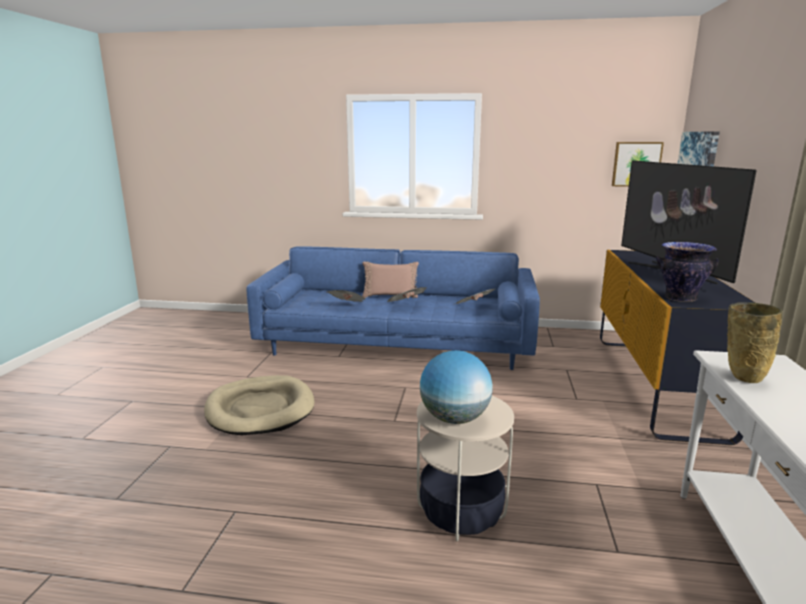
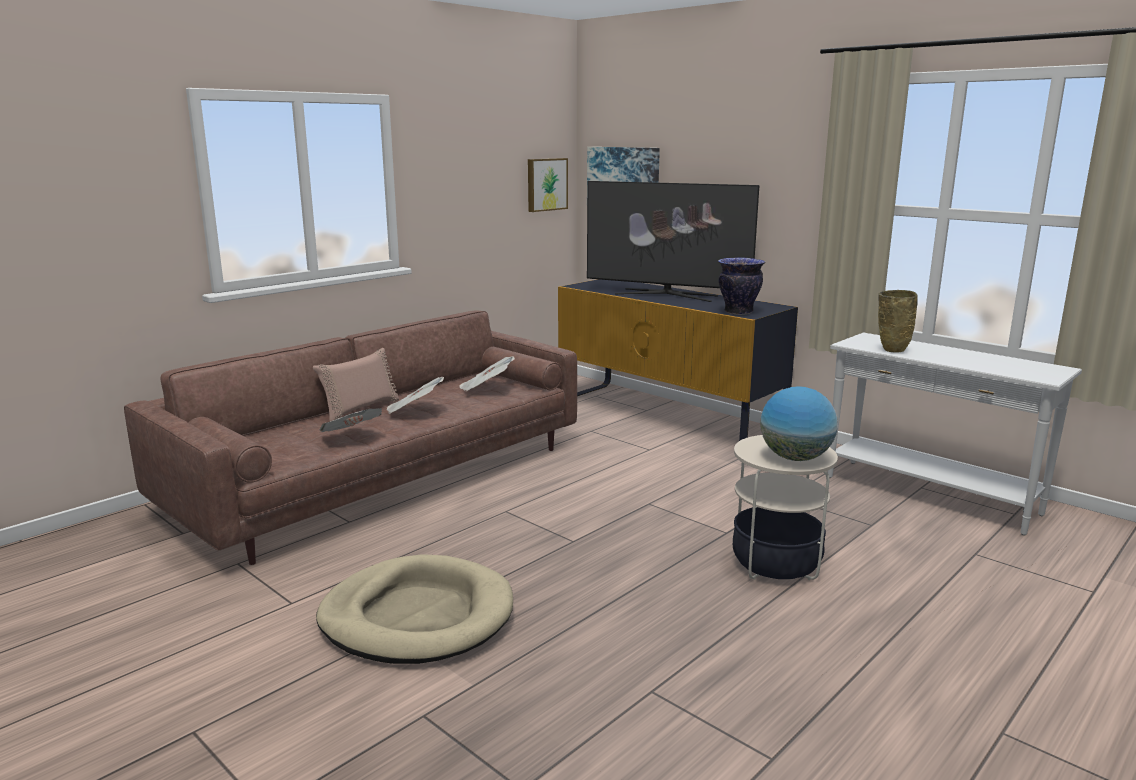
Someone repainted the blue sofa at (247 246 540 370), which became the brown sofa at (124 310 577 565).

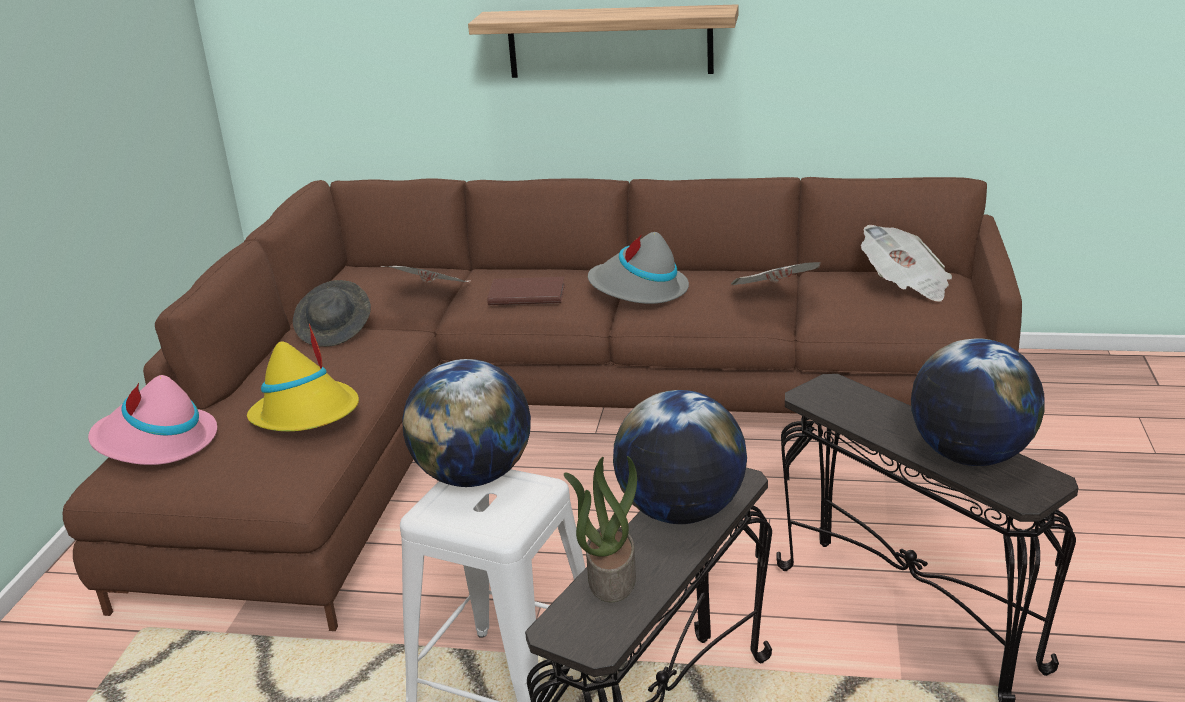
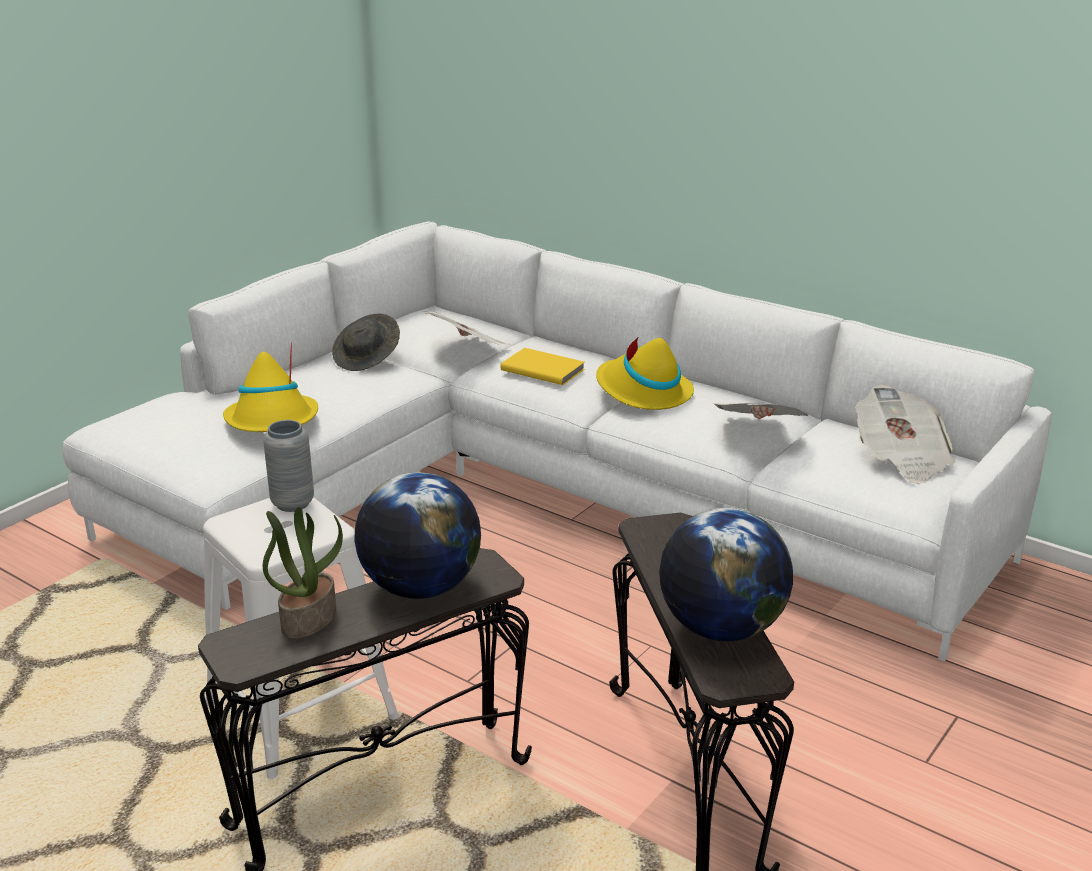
Someone repainted the brown sofa at (63 177 1022 631), which became the white sofa at (62 222 1052 662).
Someone took away the pink hat at (88 375 217 465).
Someone swapped the globe at (402 359 531 487) for the grey vase at (263 420 314 512).
Someone took away the shelf at (468 4 739 78).
Someone repainted the brown book at (487 277 565 305), which became the yellow book at (501 348 585 385).
Someone repainted the grey hat at (588 232 689 304), which became the yellow hat at (596 336 694 410).

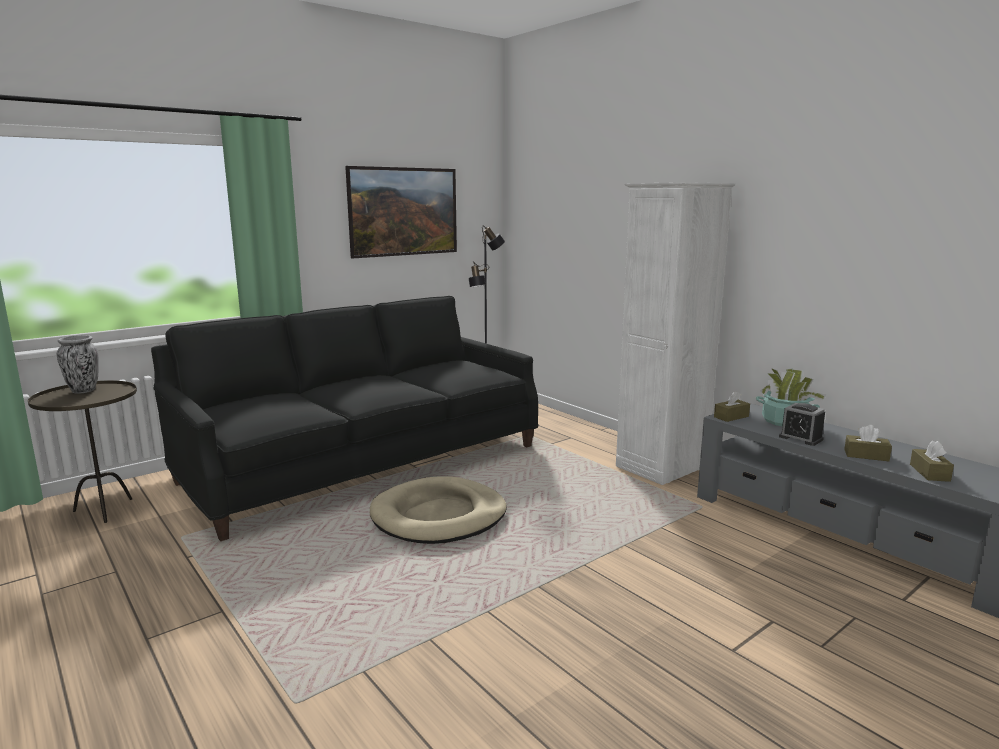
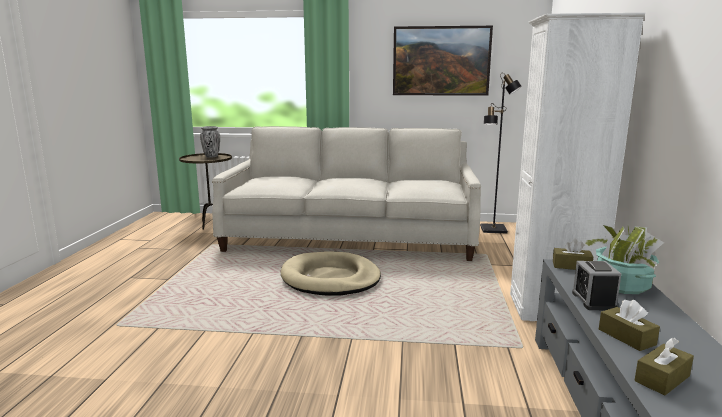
Someone repainted the black sofa at (151 296 539 541), which became the white sofa at (212 126 481 261).

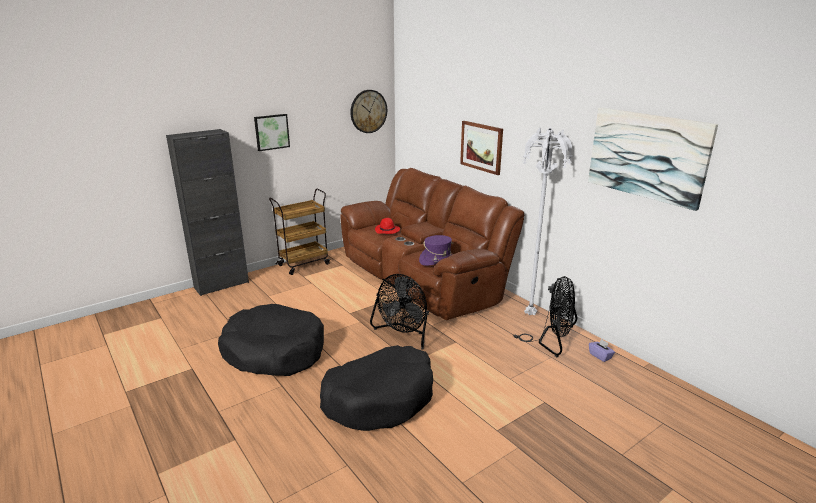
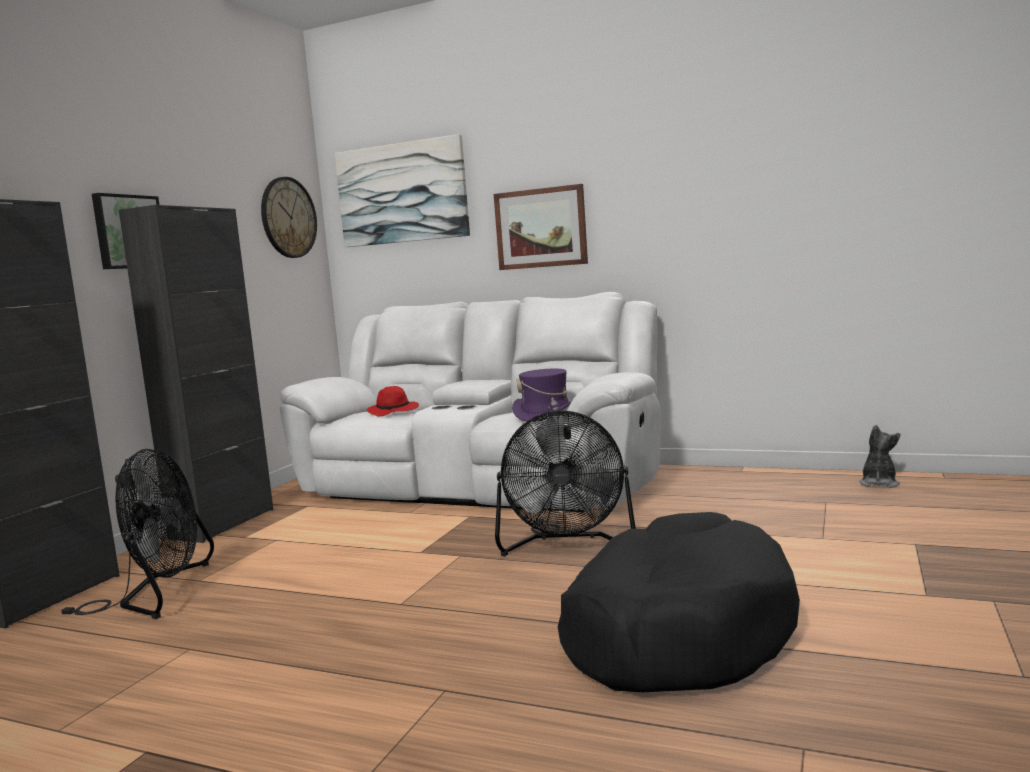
Someone took away the black dog bed at (218 304 324 376).
Someone swapped the brown cart at (269 189 332 275) for the black cabinet at (119 205 273 543).
Someone repainted the brown sofa at (340 168 524 320), which became the white sofa at (280 292 661 512).
Someone carried the black fan from (513 276 577 357) to (61 449 214 619).
Someone took away the white floor lamp at (522 127 573 315).
Someone carried the picture from (588 108 718 211) to (335 134 470 247).
Someone swapped the purple tissue box at (589 339 615 362) for the plush toy at (859 425 901 488).

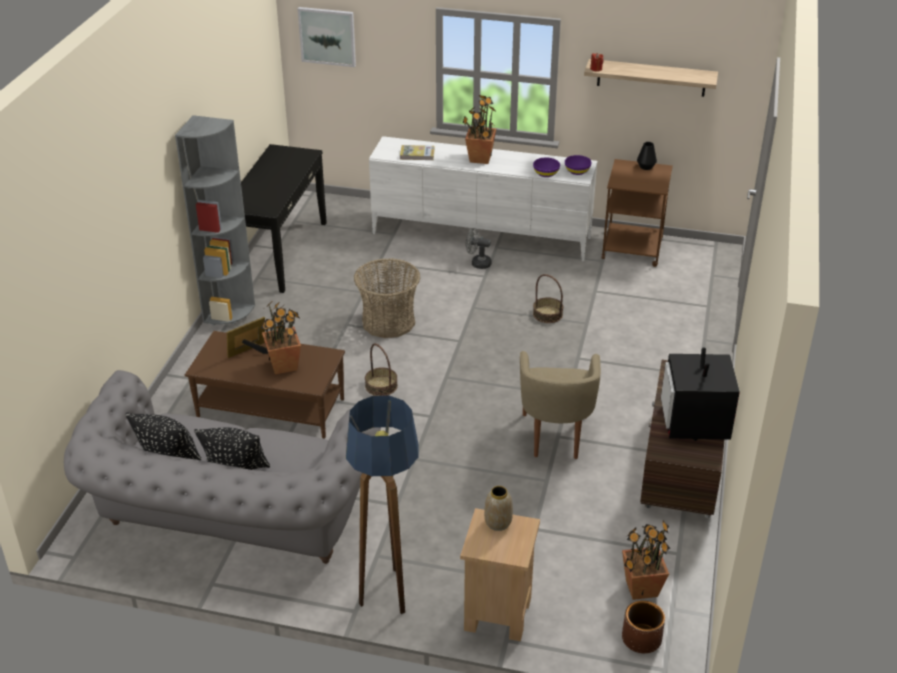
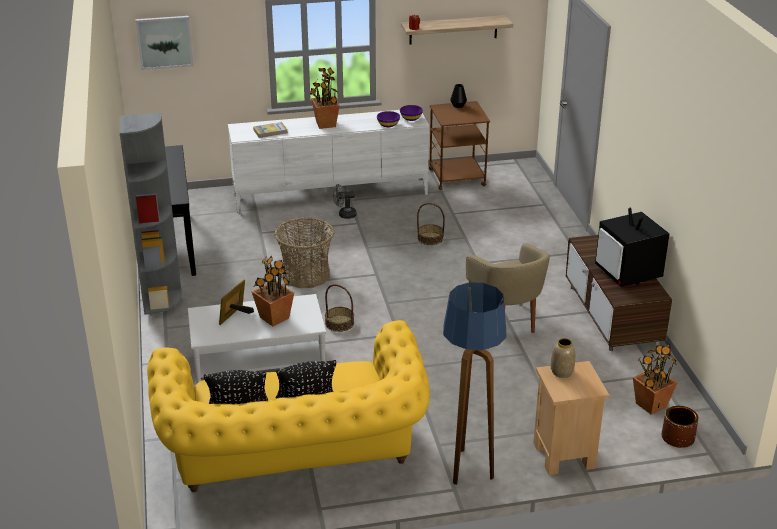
Someone repainted the grey sofa at (64 370 381 564), which became the yellow sofa at (147 320 430 492).
Someone repainted the brown coffee table at (185 331 345 439), which became the white coffee table at (188 294 326 383).

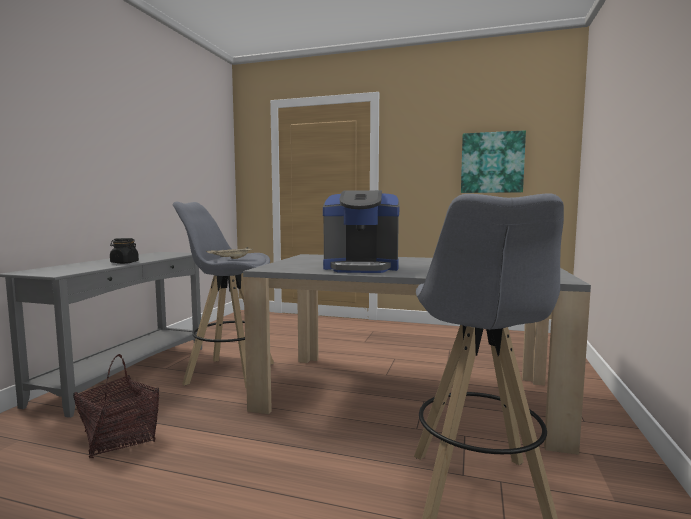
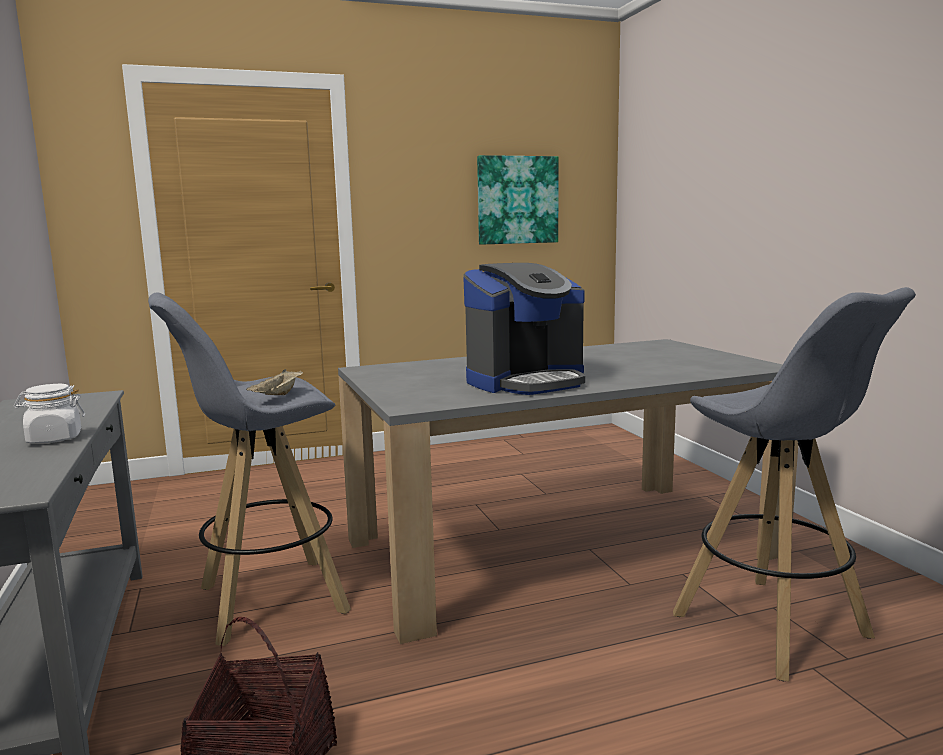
Someone repainted the black jar at (110 238 139 264), which became the white jar at (14 384 85 443).

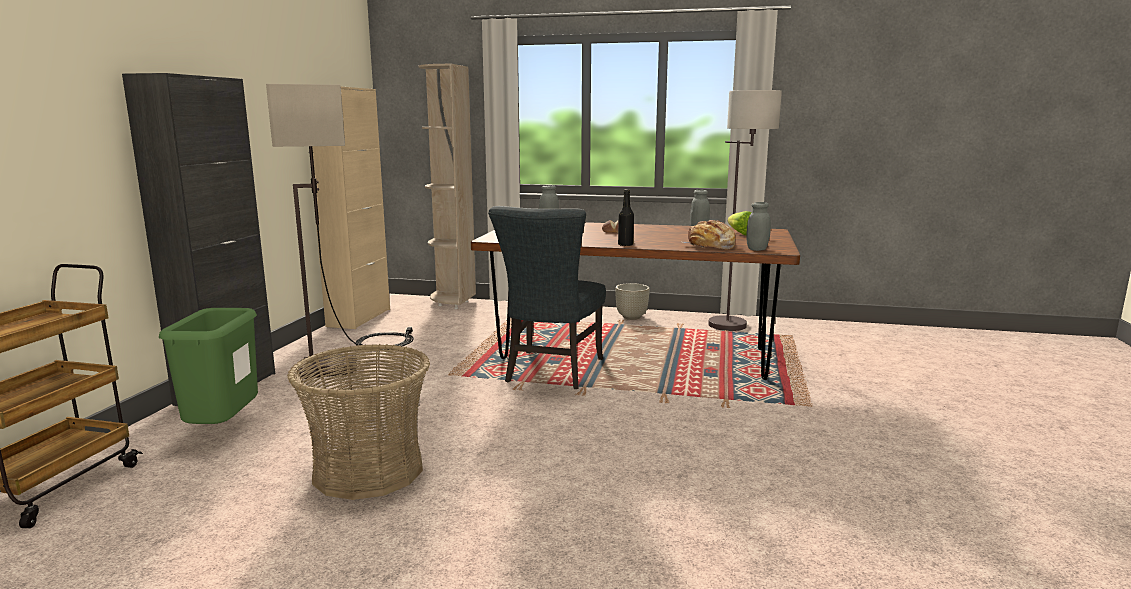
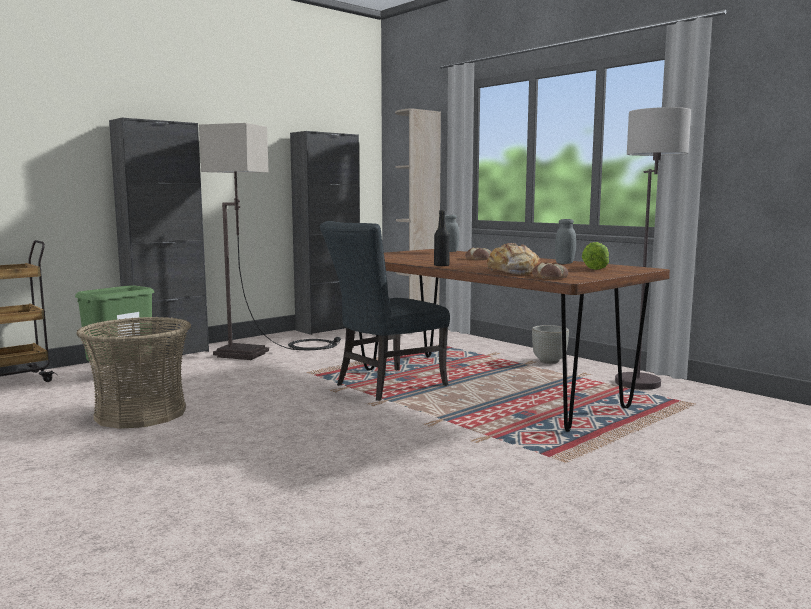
Someone repainted the beige cabinet at (312 87 390 329), which became the black cabinet at (290 131 360 335).
Someone swapped the grey jar at (747 202 771 251) for the bread at (532 263 568 279).

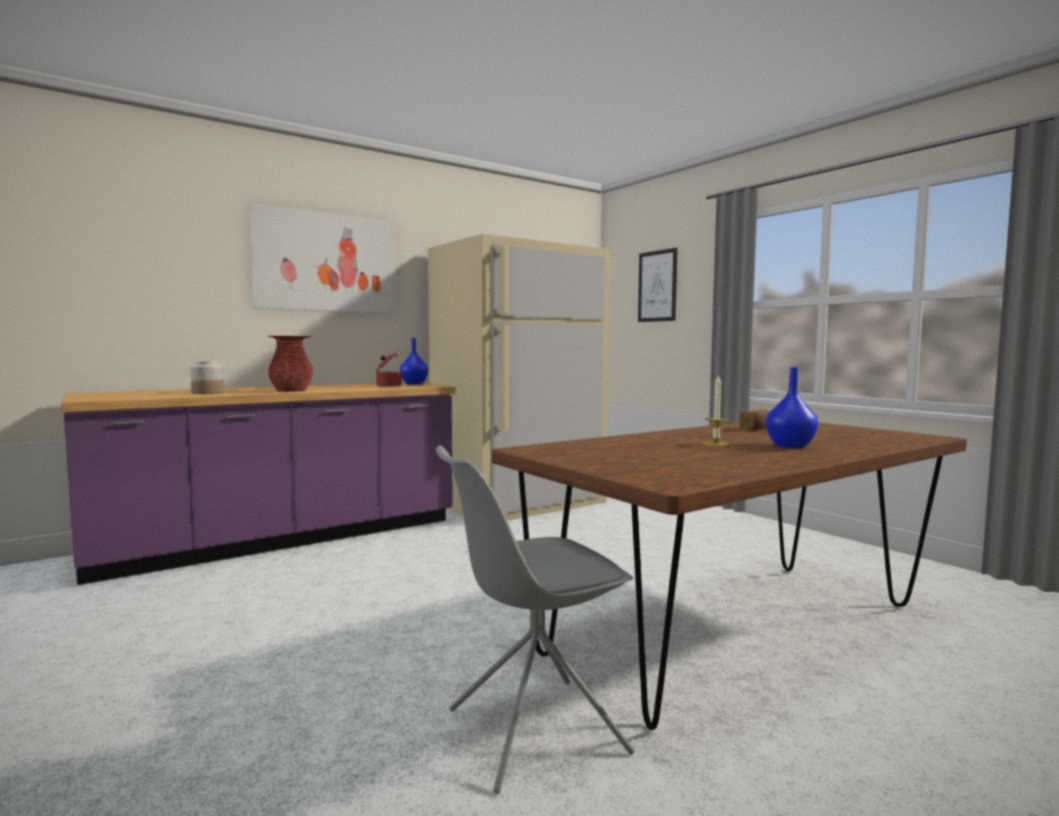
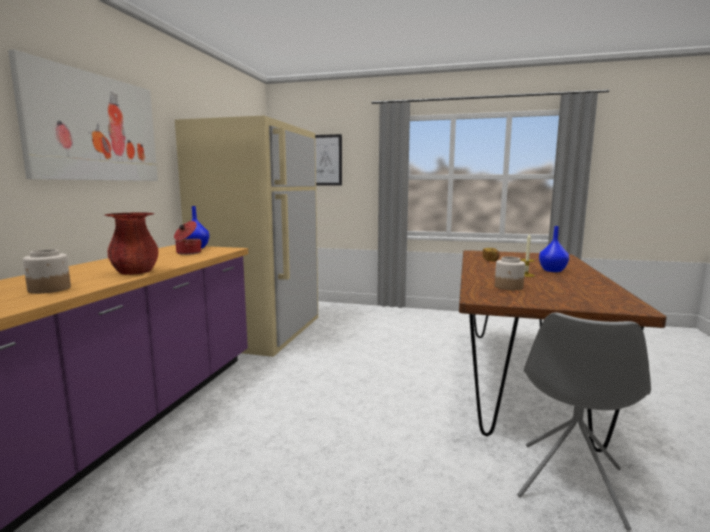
Someone put down the jar at (495 257 525 290).

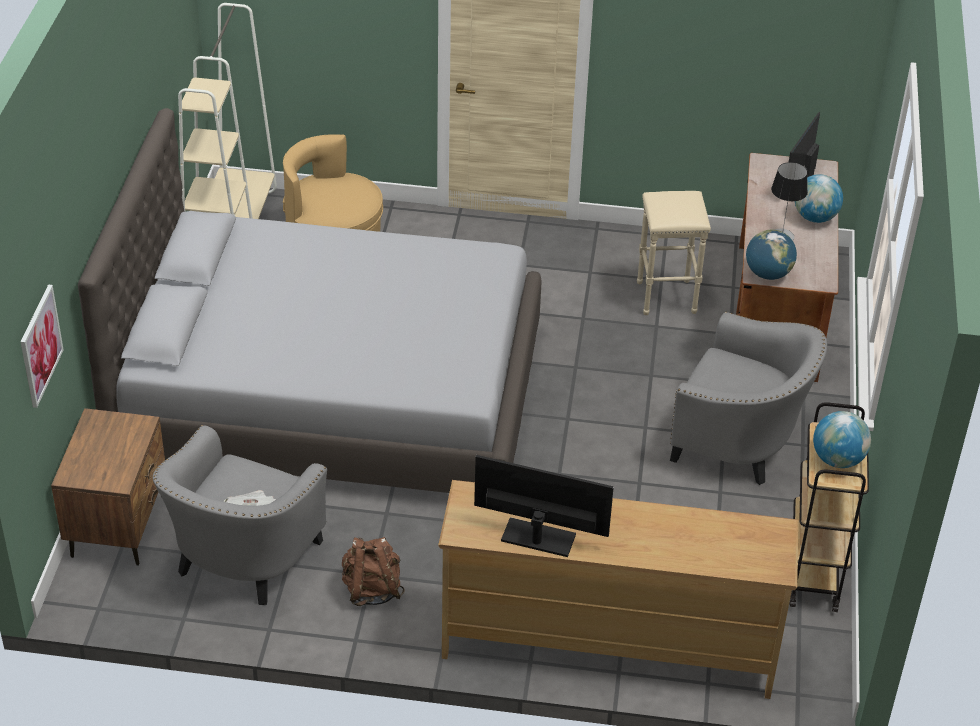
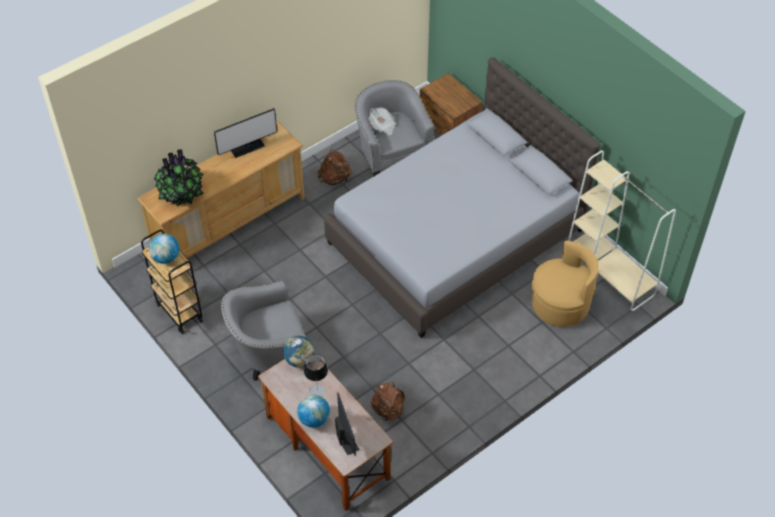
Someone took away the picture at (21 284 64 408).
Someone swapped the beige stool at (637 191 711 315) for the brown backpack at (371 382 405 421).
Someone put down the potted plant at (154 149 204 206).

